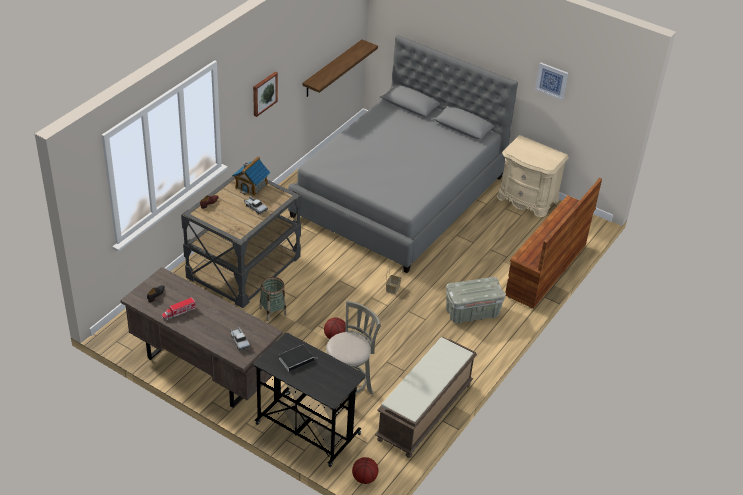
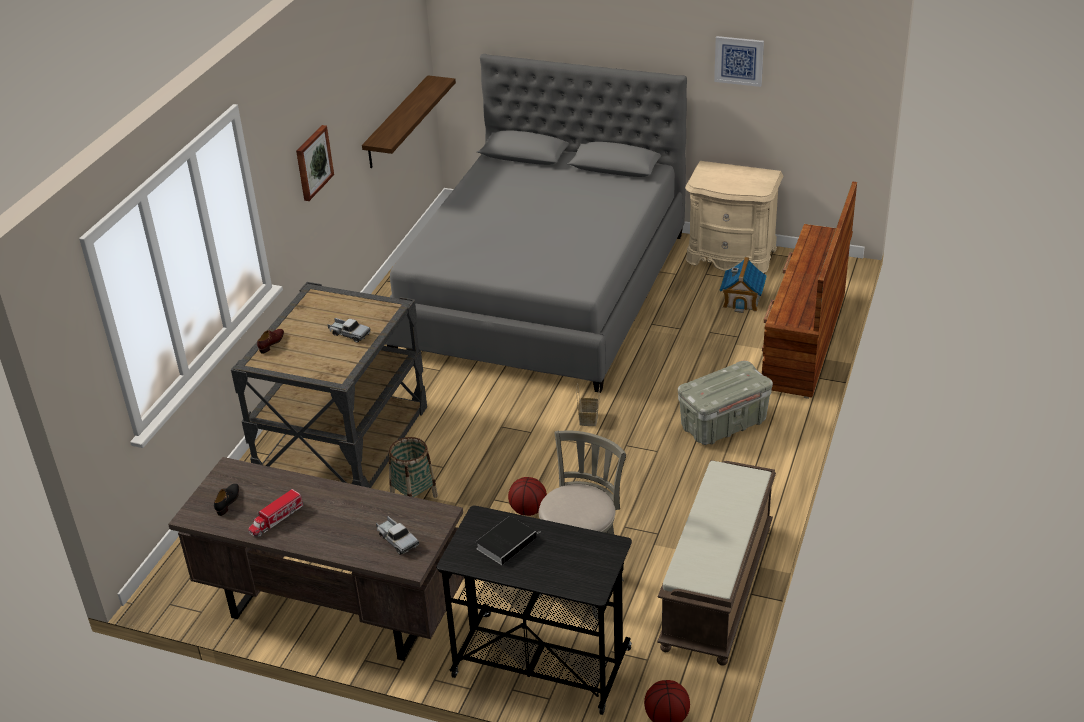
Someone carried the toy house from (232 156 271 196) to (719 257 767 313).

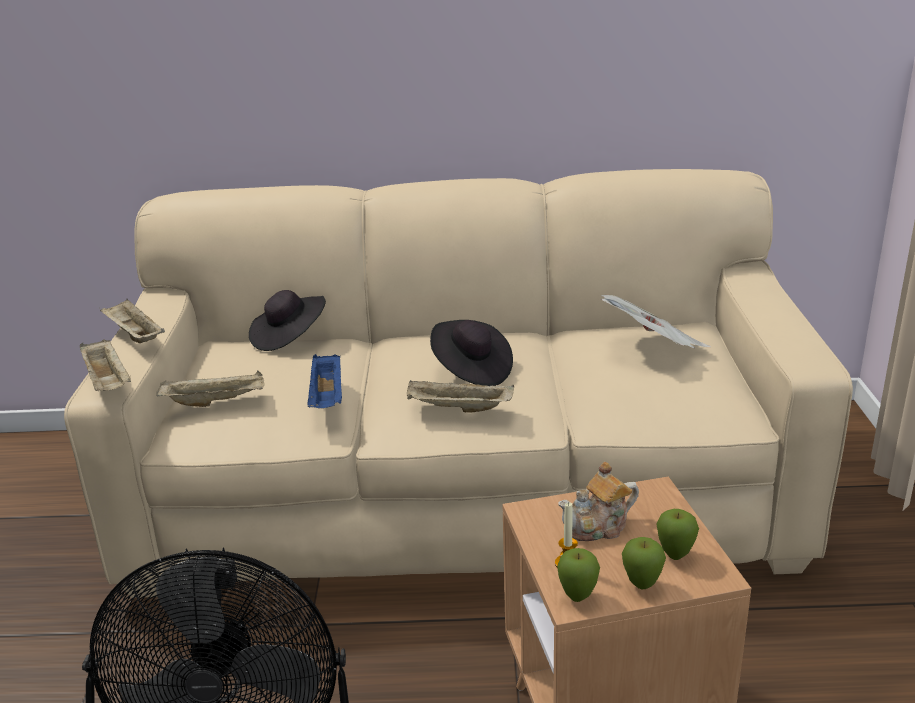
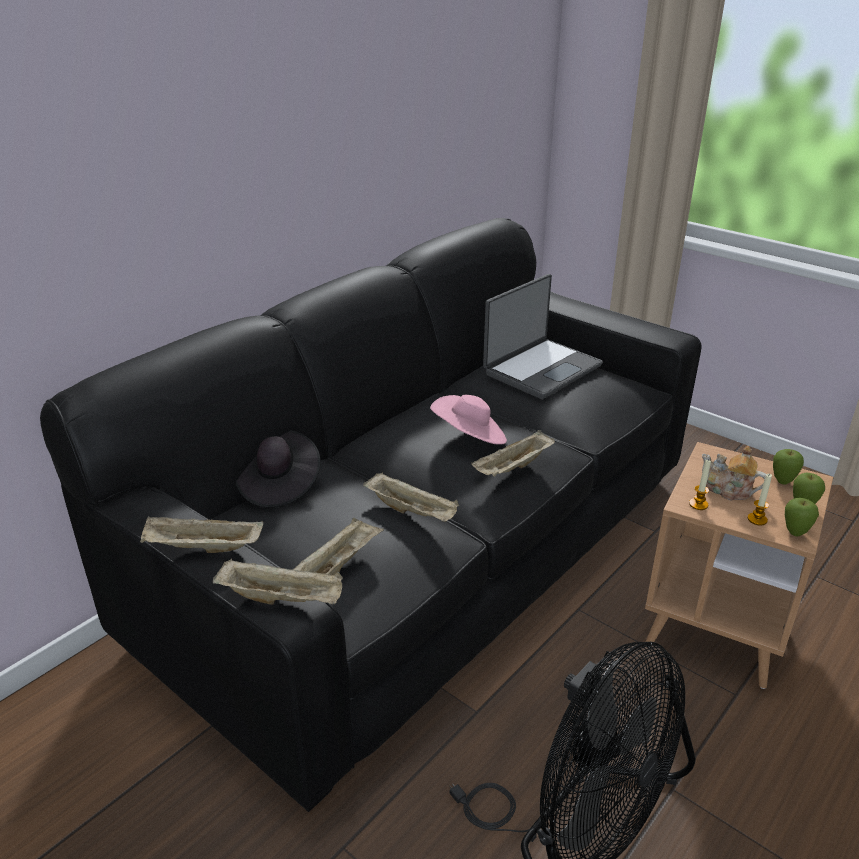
Someone repainted the beige sofa at (64 169 853 598), which became the black sofa at (40 218 702 812).
Someone repainted the blue tray at (307 354 342 408), which became the beige tray at (363 472 459 522).
Someone repainted the black hat at (430 320 513 386), which became the pink hat at (430 395 507 444).
Someone rotated the teapot at (558 462 639 541) by 105 degrees clockwise.
Someone swapped the newspaper at (601 295 711 348) for the laptop at (483 274 603 399).
Someone put down the candle at (689 459 711 510).

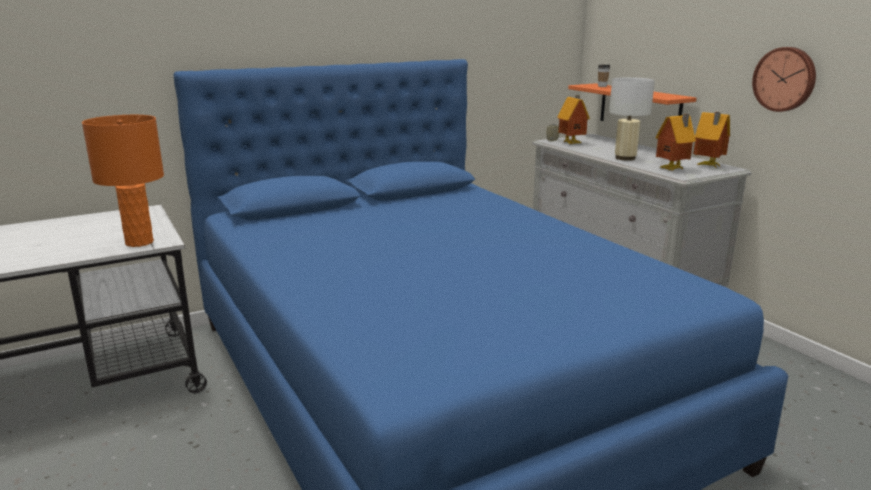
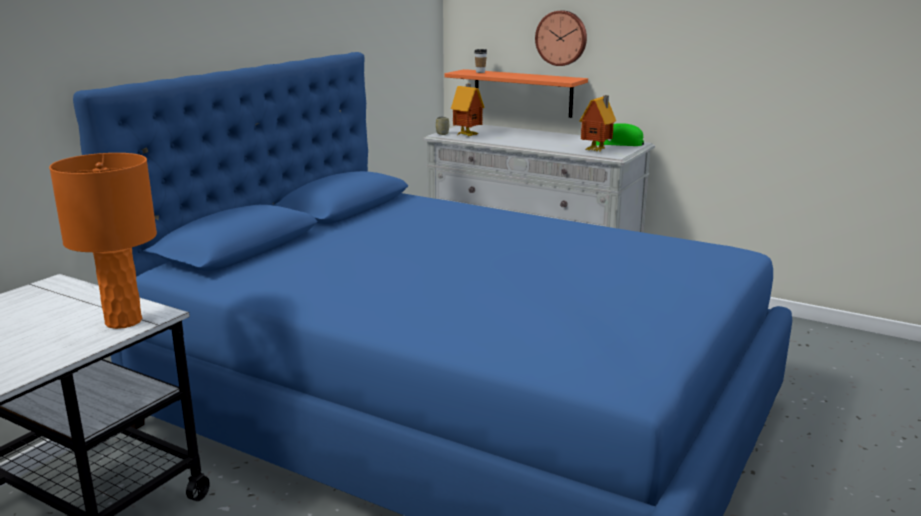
Someone took away the white table lamp at (609 77 655 161).
Someone swapped the toy house at (693 112 730 168) for the green cap at (596 123 644 146).
Someone carried the wall clock from (752 47 816 112) to (535 10 587 66).

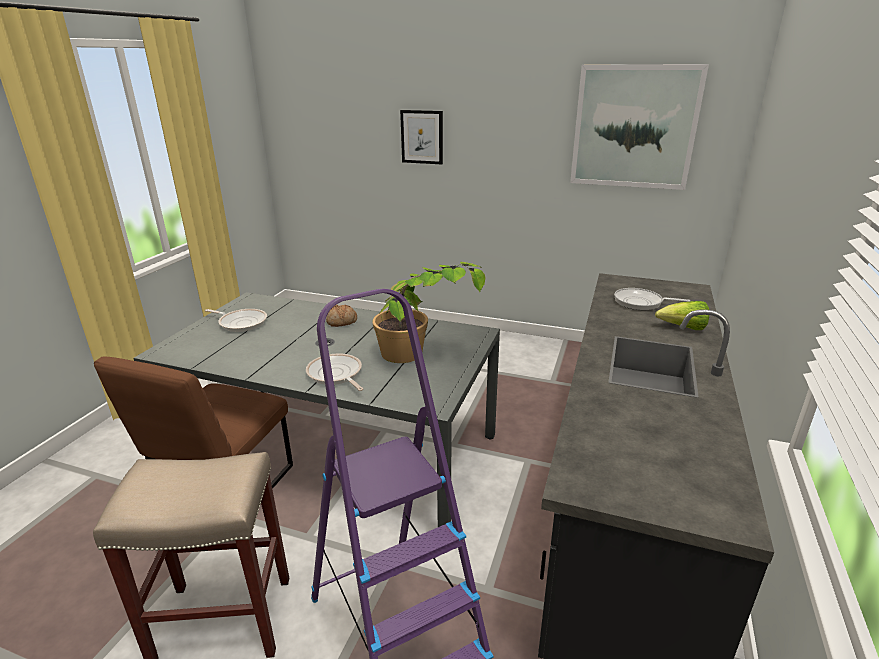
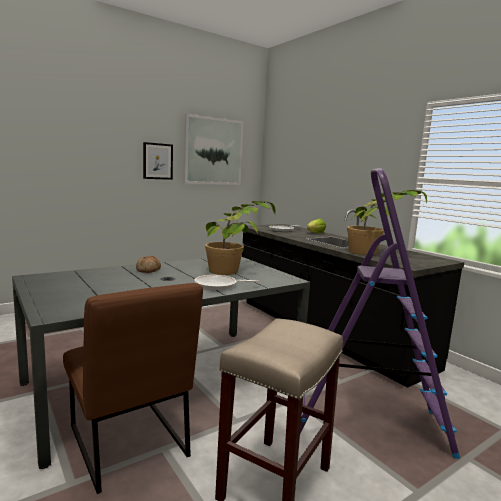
Someone took away the frying pan at (205 309 267 332).
Someone carried the picture from (400 110 443 165) to (143 142 173 180).
Someone put down the potted plant at (347 190 427 255).

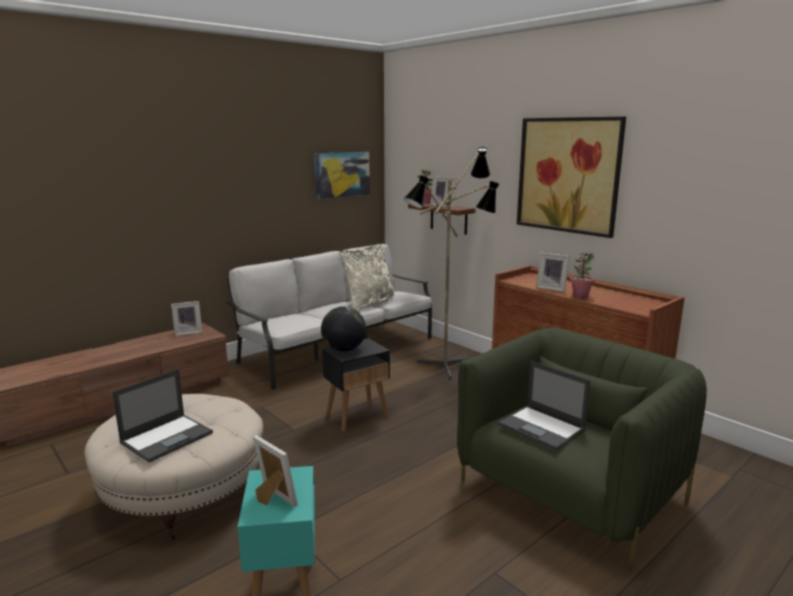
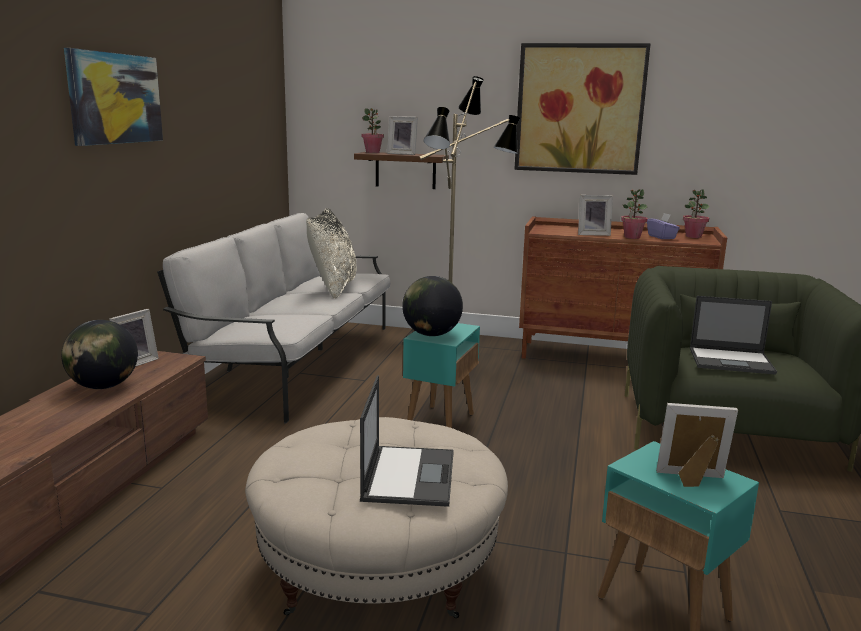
Someone carried the picture from (314 152 370 199) to (64 48 163 146).
Someone repainted the black side table at (322 338 390 432), which became the turquoise side table at (403 323 480 428).
Someone put down the globe at (61 320 138 389).
Someone put down the purple tissue box at (647 213 680 239).
Someone put down the potted plant at (683 189 710 238).

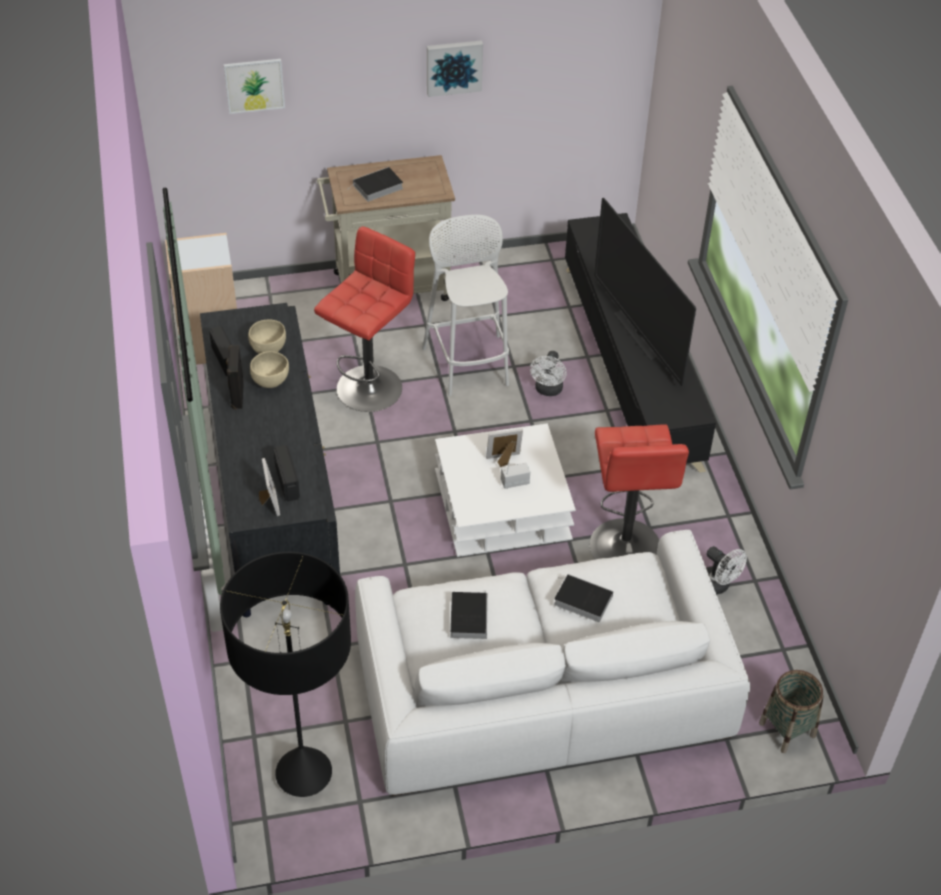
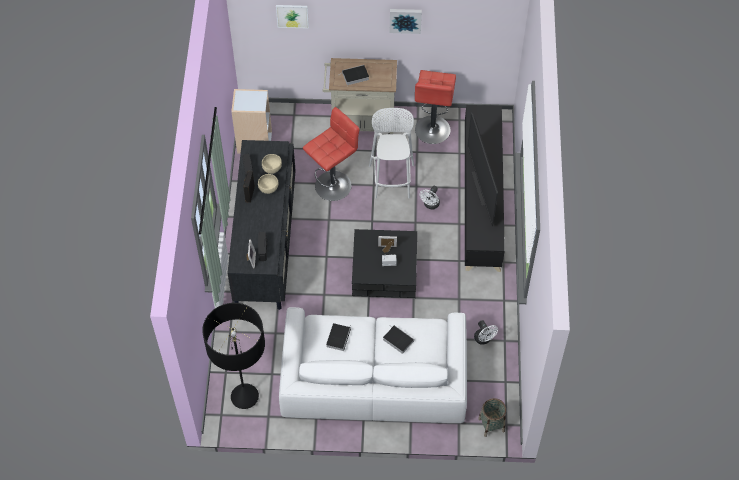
Someone repainted the white coffee table at (435 423 576 557), which became the black coffee table at (352 229 417 298).
Someone carried the red stool from (590 425 689 559) to (415 70 456 144).

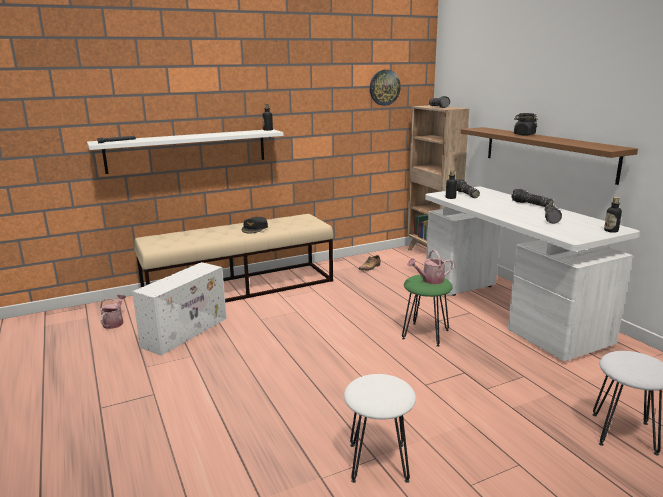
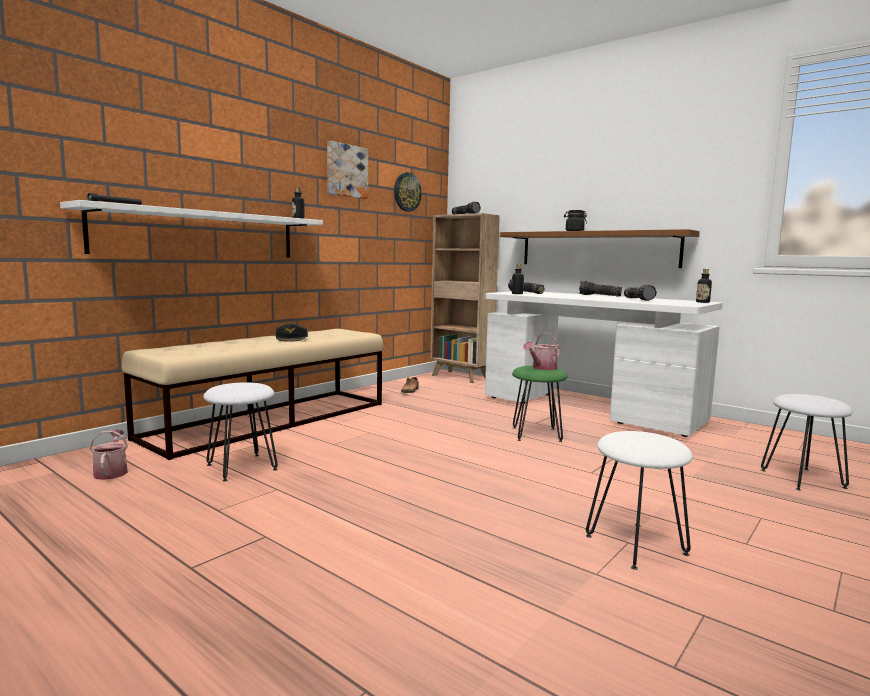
Someone swapped the white storage box at (132 262 227 356) for the white stool at (203 382 278 482).
Someone put up the picture at (327 141 368 199).

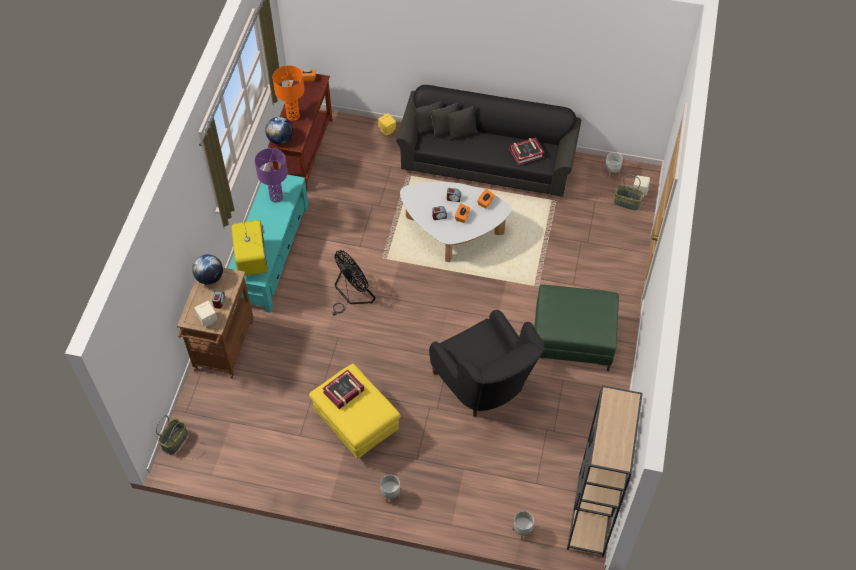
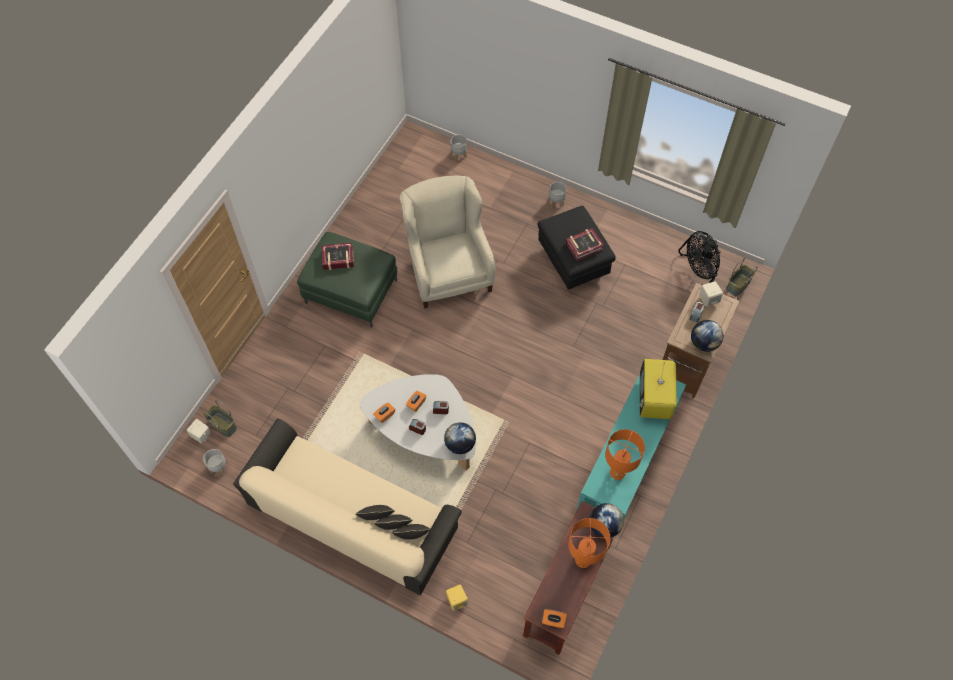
Someone repainted the purple table lamp at (255 148 288 202), which became the orange table lamp at (605 429 645 480).
Someone repainted the yellow ottoman at (309 364 400 459), which became the black ottoman at (538 205 616 290).
Someone carried the black fan from (332 250 375 316) to (678 231 721 283).
Someone repainted the black sofa at (396 85 581 197), which became the beige sofa at (233 418 462 595).
Someone repainted the black armchair at (429 310 544 417), which became the beige armchair at (400 176 496 308).
Someone carried the book from (510 137 545 166) to (321 243 354 270).
Someone took away the bookcase at (567 385 643 557).
Someone put down the globe at (444 422 476 454).

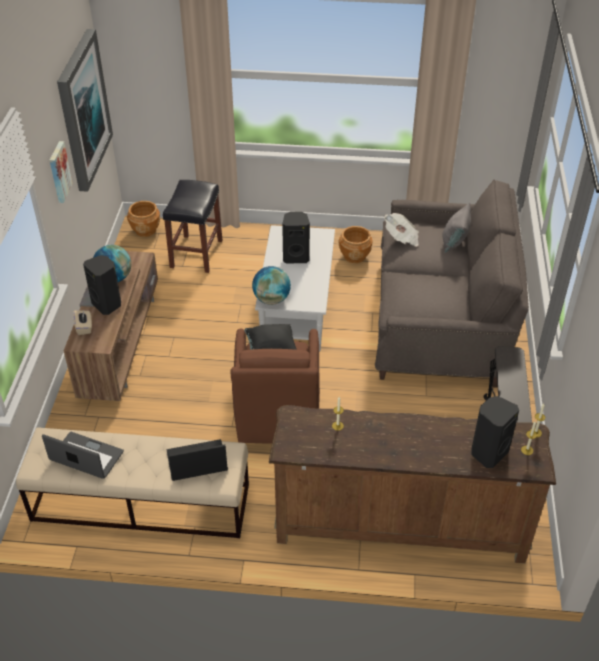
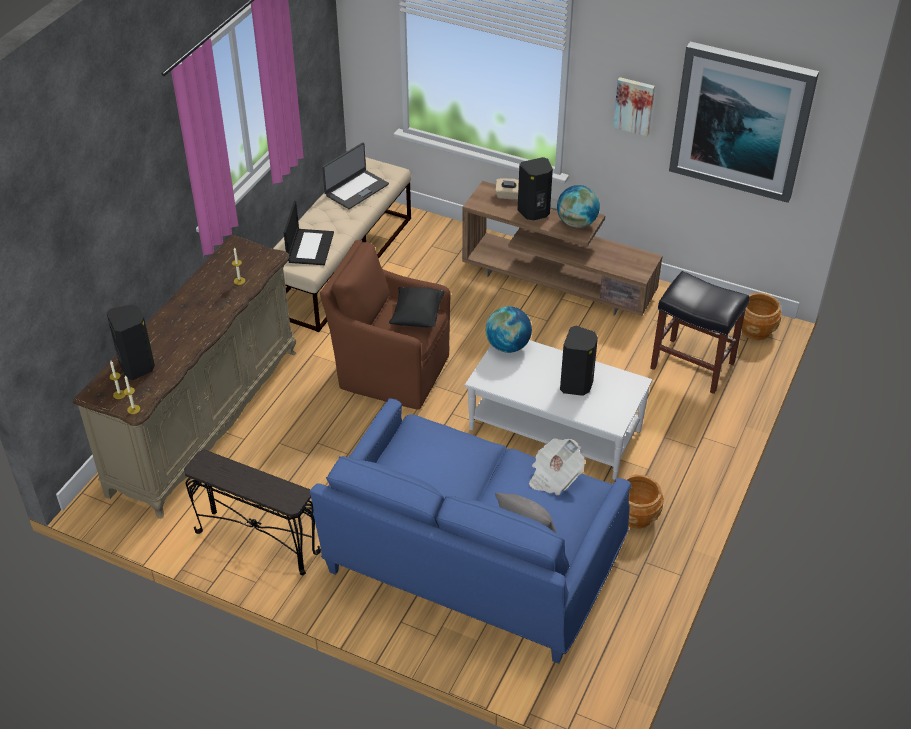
Someone repainted the grey sofa at (375 180 529 388), which became the blue sofa at (310 398 631 664).

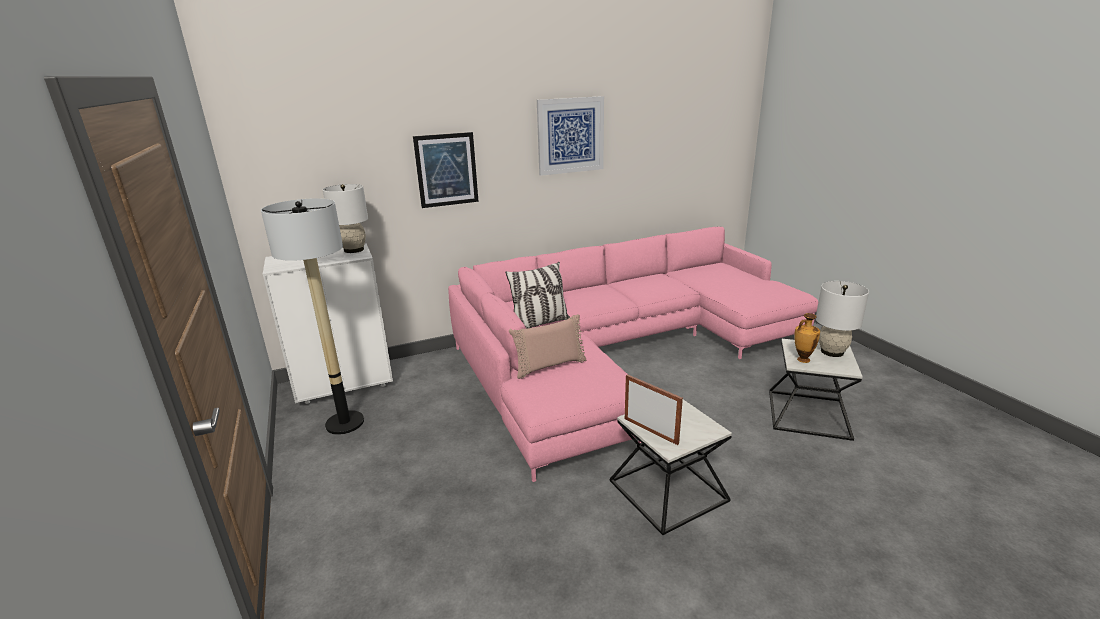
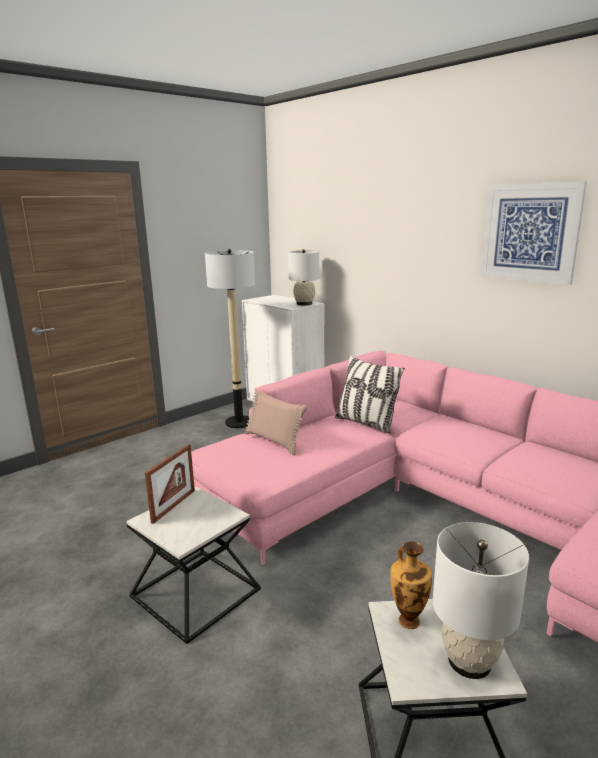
Someone took away the picture at (413 132 479 208).

